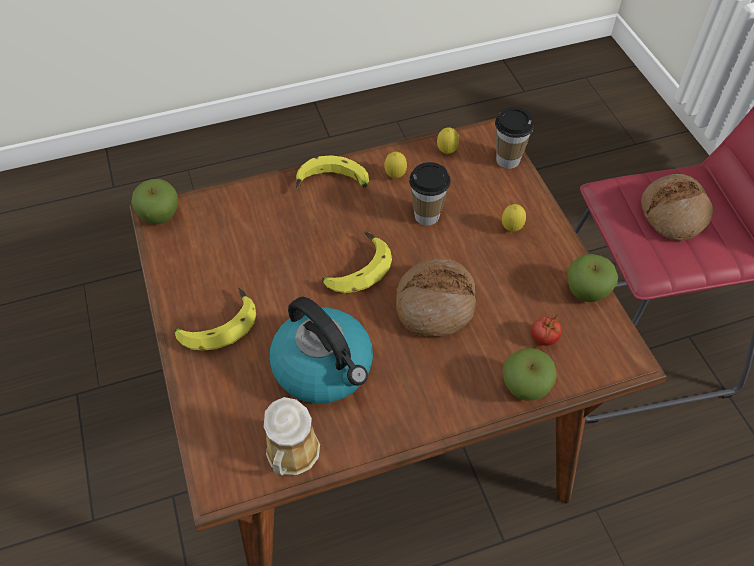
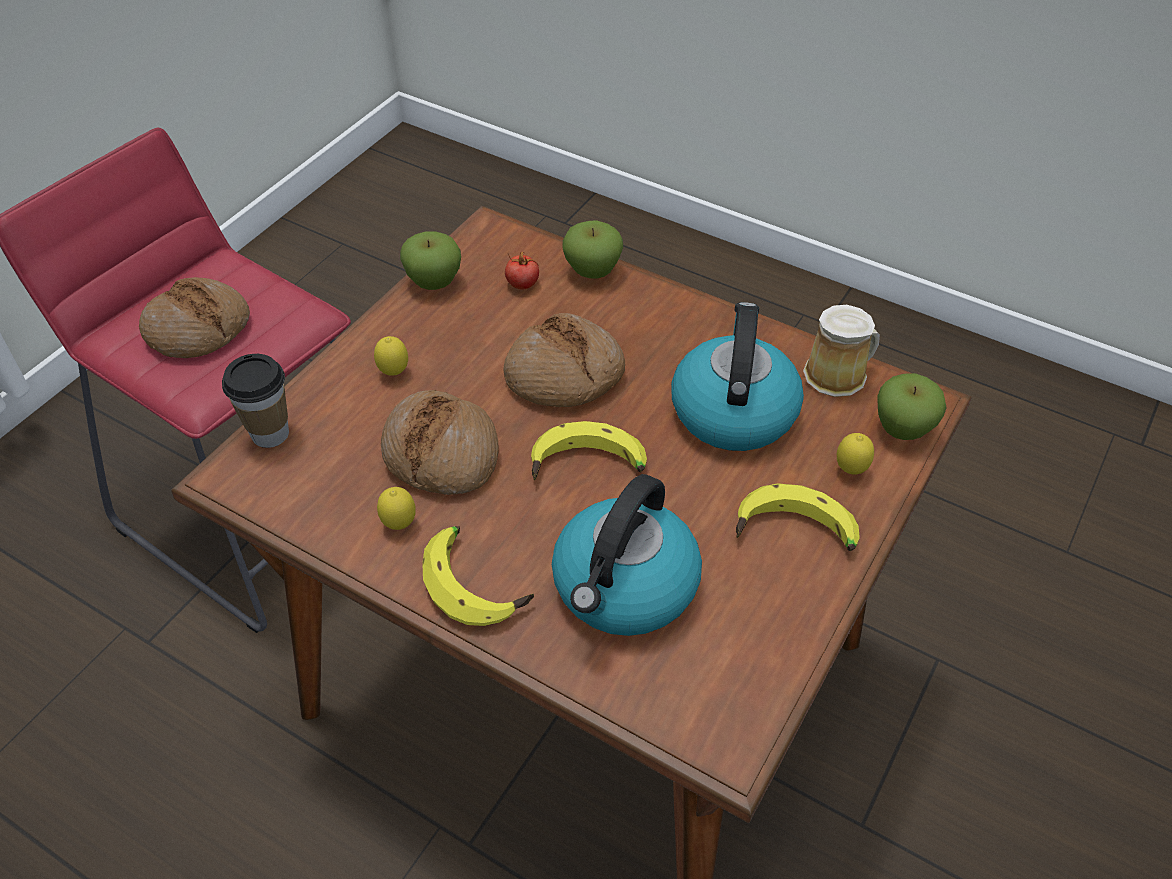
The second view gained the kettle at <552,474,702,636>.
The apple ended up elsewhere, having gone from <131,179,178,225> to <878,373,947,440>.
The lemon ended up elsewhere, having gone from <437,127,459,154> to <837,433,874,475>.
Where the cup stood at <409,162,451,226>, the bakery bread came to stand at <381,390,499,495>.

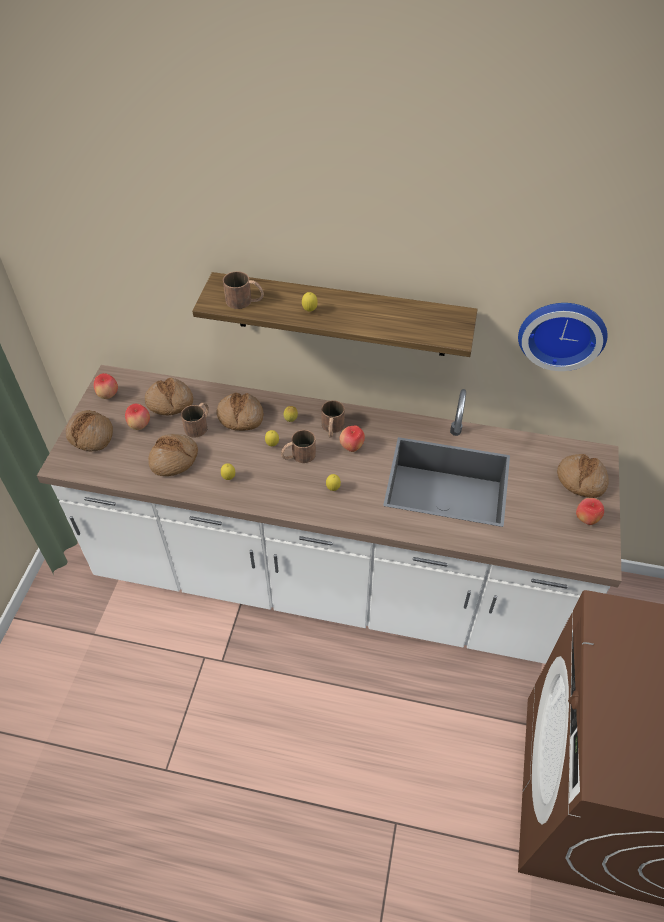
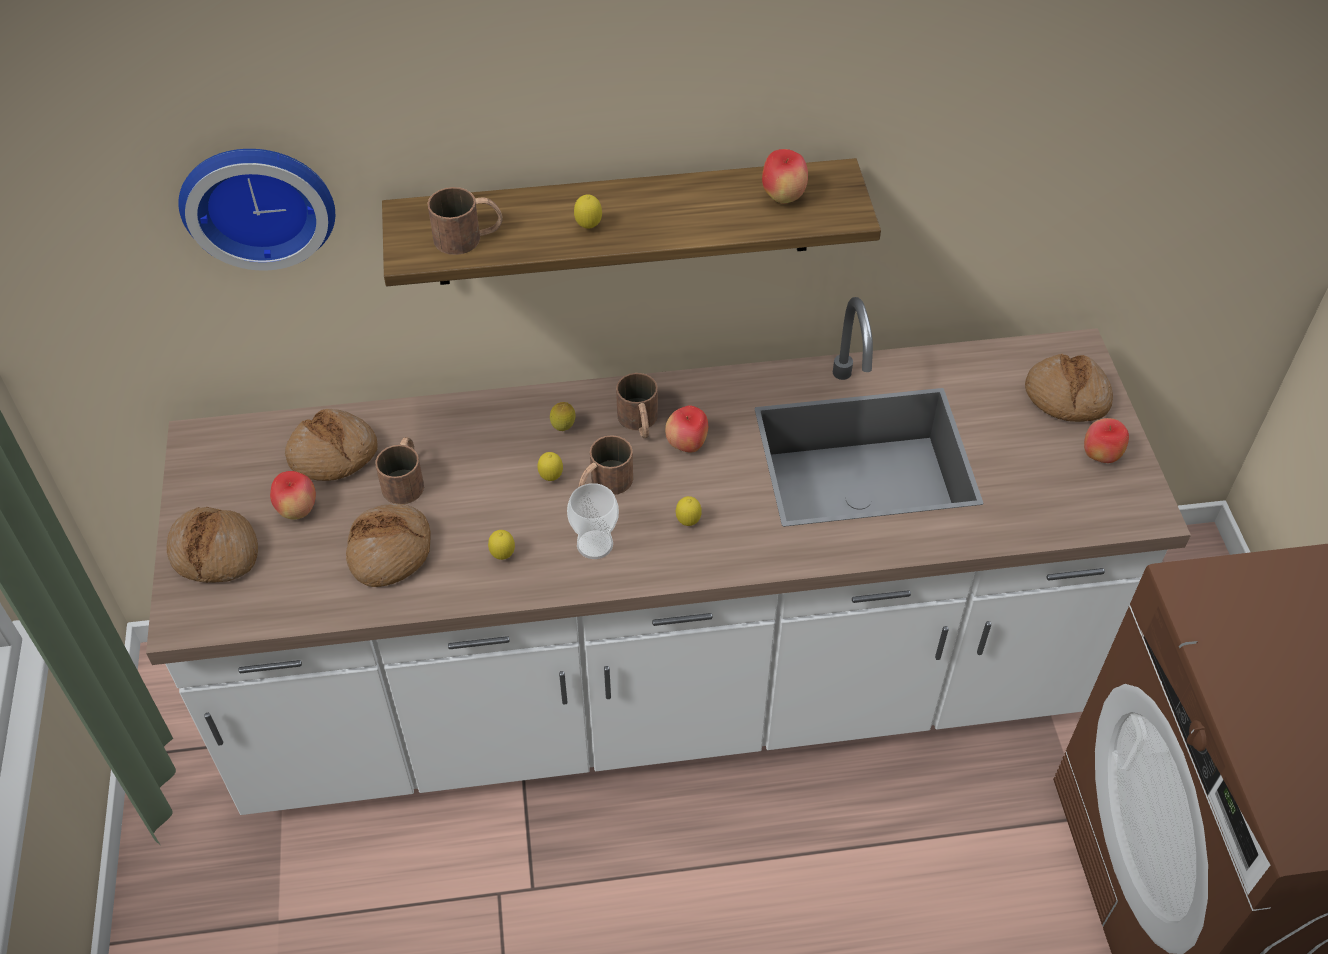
The second view lost the bakery bread at <217,392,264,431>.
The second view gained the cup at <567,483,619,559>.
The apple ended up elsewhere, having gone from <94,373,118,399> to <762,149,808,203>.
The clock on the wall ended up elsewhere, having gone from <518,303,608,371> to <178,149,335,270>.

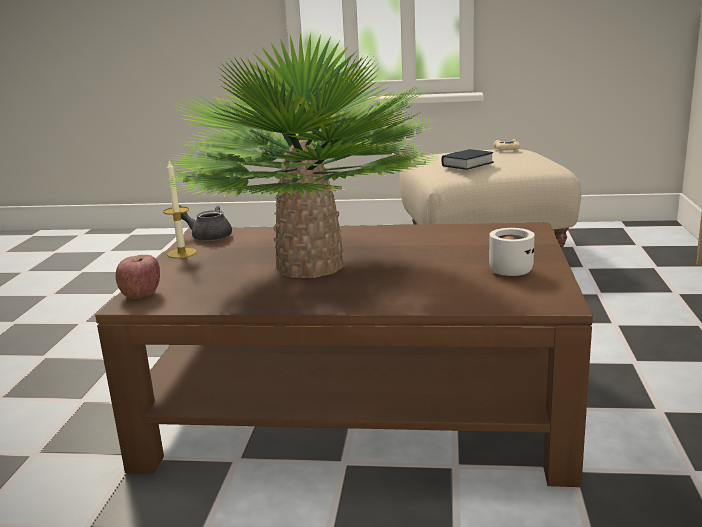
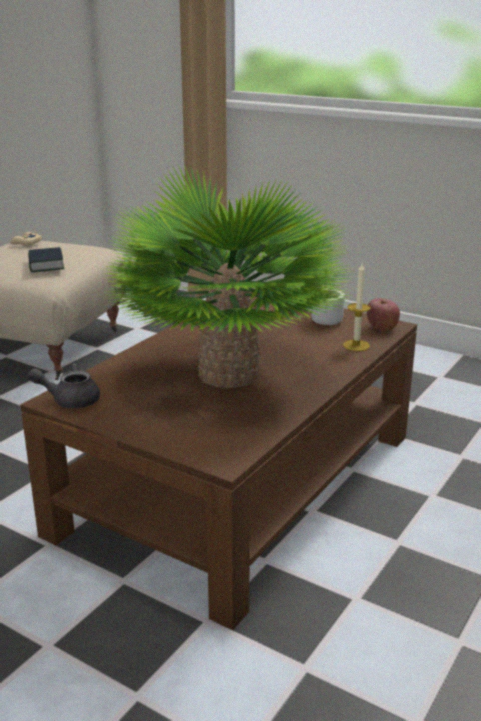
The apple ended up elsewhere, having gone from <116,255,160,299> to <367,298,400,331>.
The candle ended up elsewhere, having gone from <163,161,197,258> to <343,263,371,351>.
The gray teapot at <179,205,232,241> ended up facing another way, 45 degrees clockwise from before.

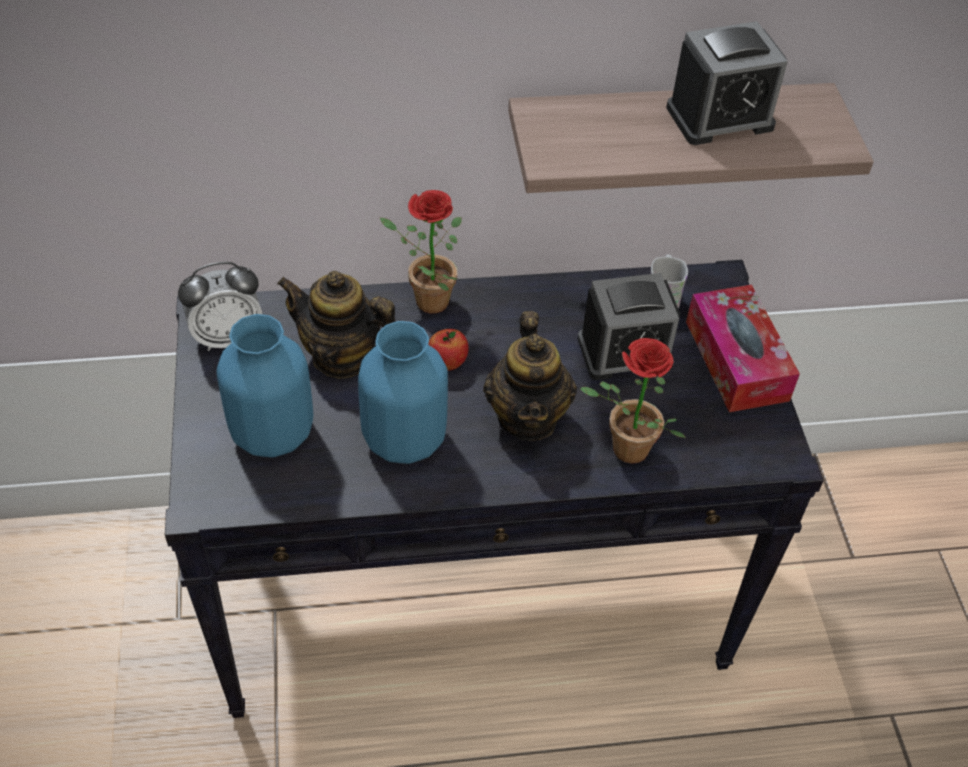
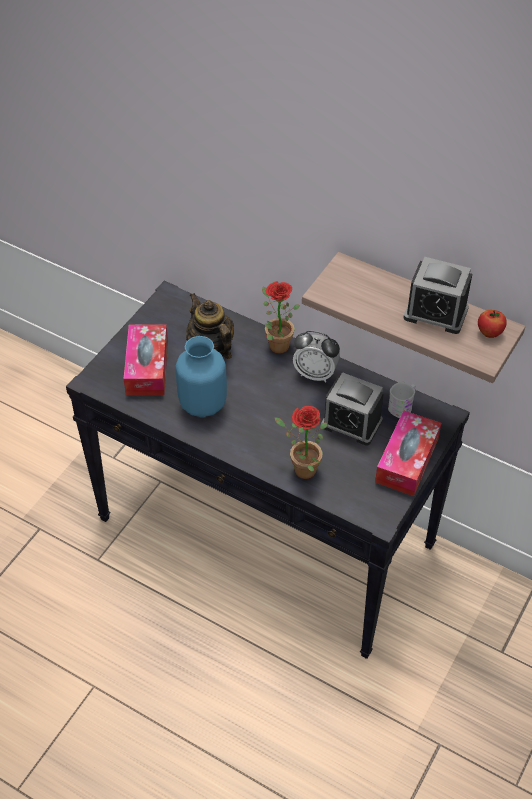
The second view lost the teapot at <483,311,577,441>.
The table clock ended up elsewhere, having gone from <178,262,262,351> to <293,331,340,383>.
The apple ended up elsewhere, having gone from <428,329,469,371> to <478,310,507,338>.
Where the bluish decorative vase stood at <216,314,313,457>, the tissue holder came to stand at <124,324,168,395>.

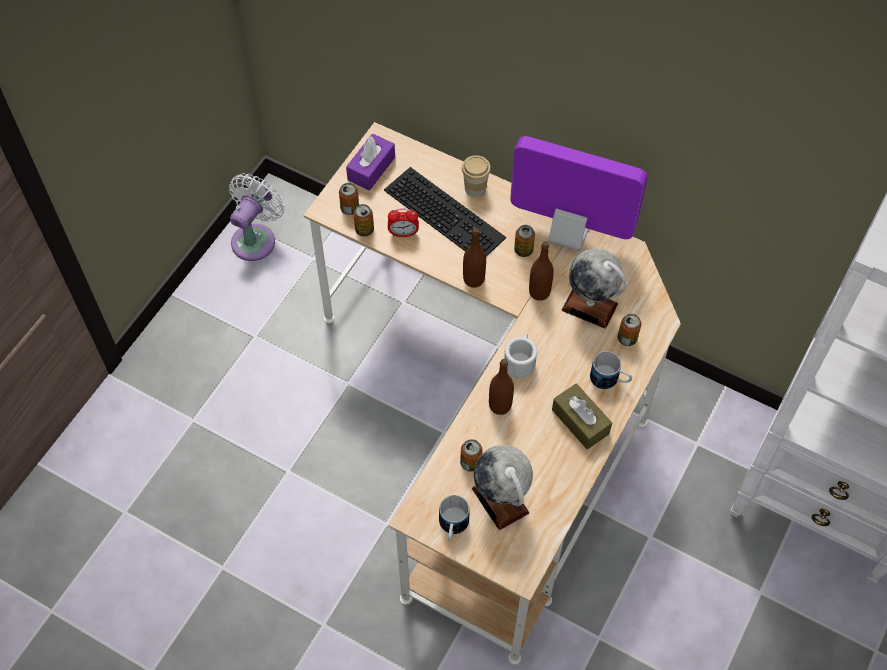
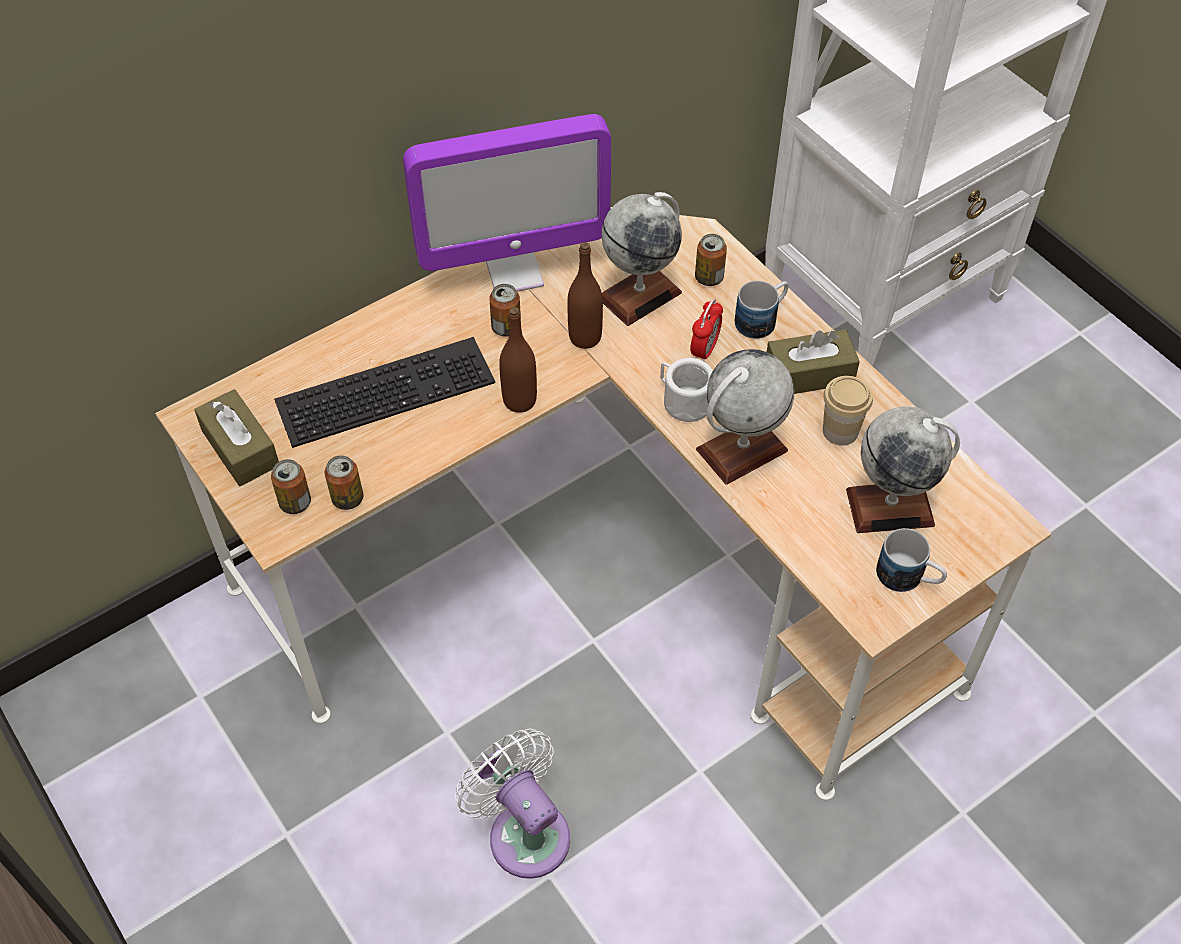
The second view lost the sealed can at <460,439,482,472>.
The white fan ended up elsewhere, having gone from <229,173,284,261> to <456,729,570,879>.
The table clock ended up elsewhere, having gone from <388,209,419,237> to <690,299,723,361>.
The cup ended up elsewhere, having gone from <462,155,491,197> to <823,376,873,446>.
Where the brownish bottle stood at <489,359,514,415>, the world globe came to stand at <696,349,794,485>.
What was the purple-coloured tissue holder at <346,134,395,191> turned into the brownish tissue holder at <194,389,279,486>.
The computer screen at <510,136,648,251> ended up facing another way, 150 degrees counterclockwise from before.

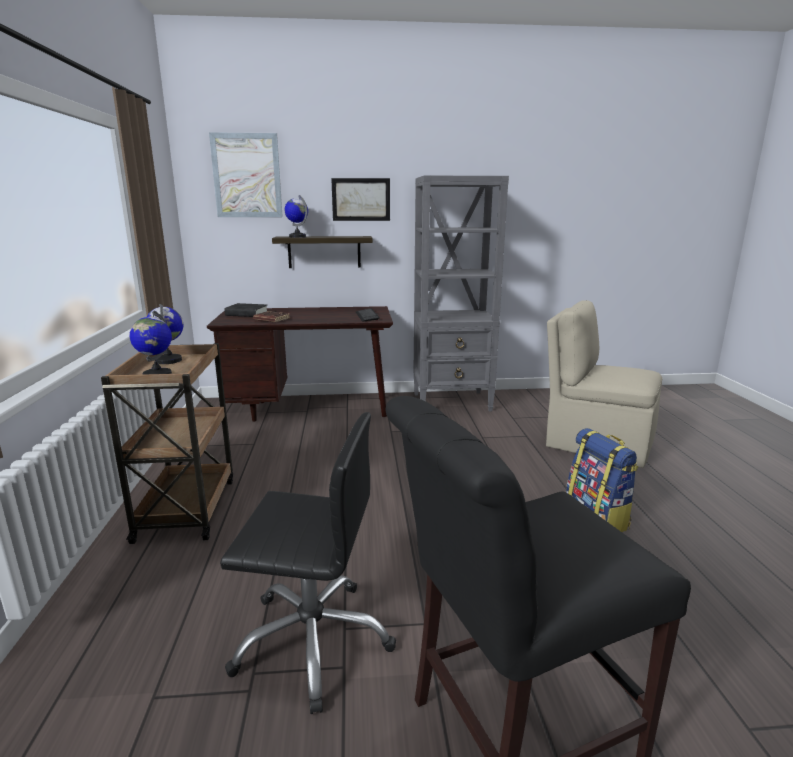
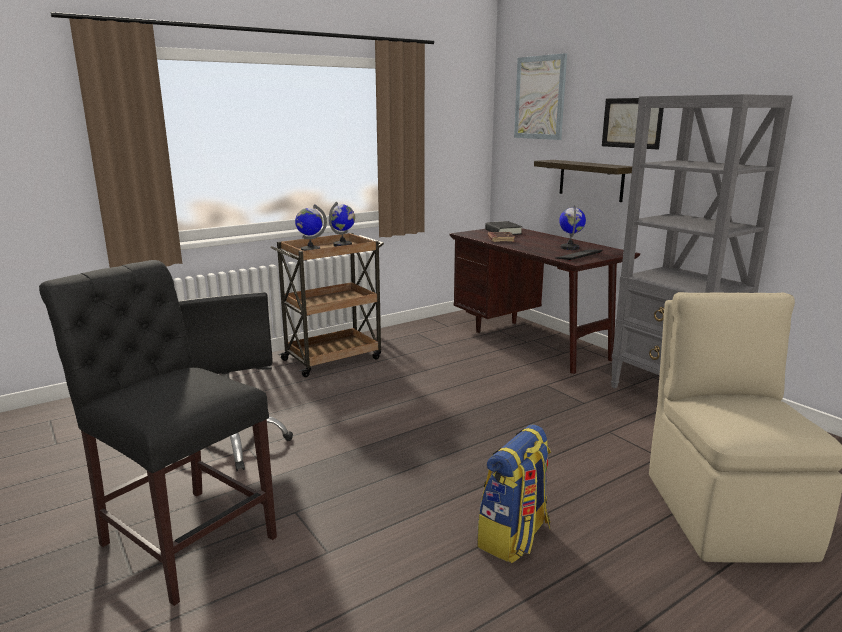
The world globe ended up elsewhere, having gone from <284,195,308,237> to <559,205,586,250>.

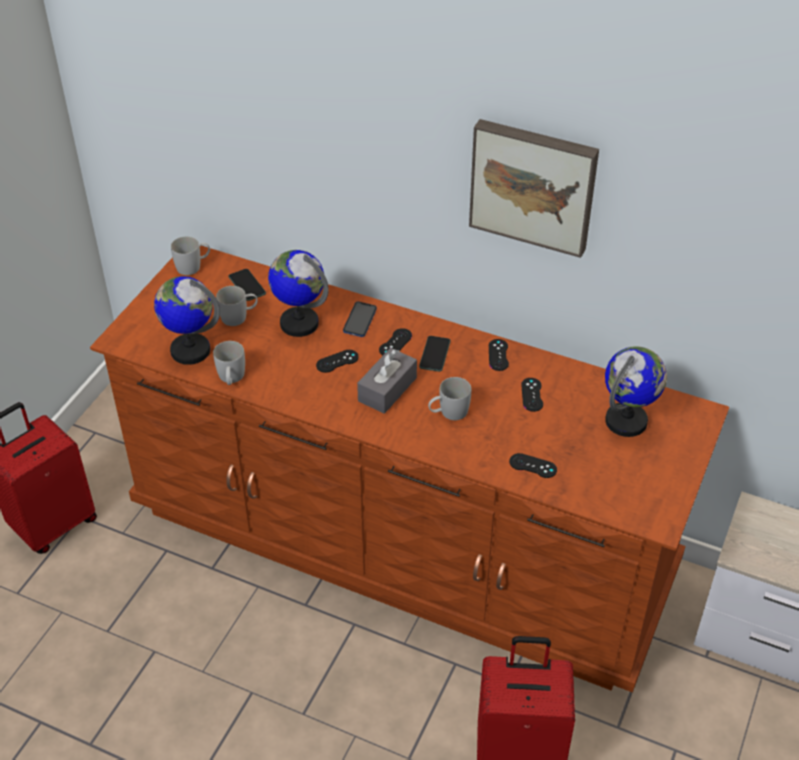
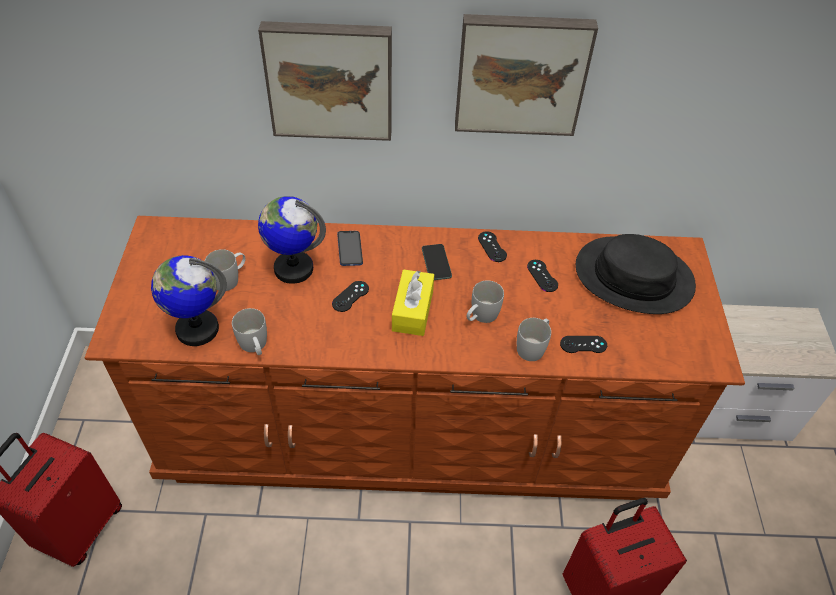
The second view lost the phone at <229,269,266,301>.
The second view lost the black game controller at <379,328,412,355>.
The second view gained the wall picture at <258,21,392,141>.
The white mug ended up elsewhere, having gone from <171,236,210,275> to <517,318,551,361>.
Where the world globe stood at <605,346,667,437>, the black hat came to stand at <576,234,696,314>.
What was the gray tissue holder at <357,348,417,414> turned into the yellow tissue holder at <392,269,434,336>.

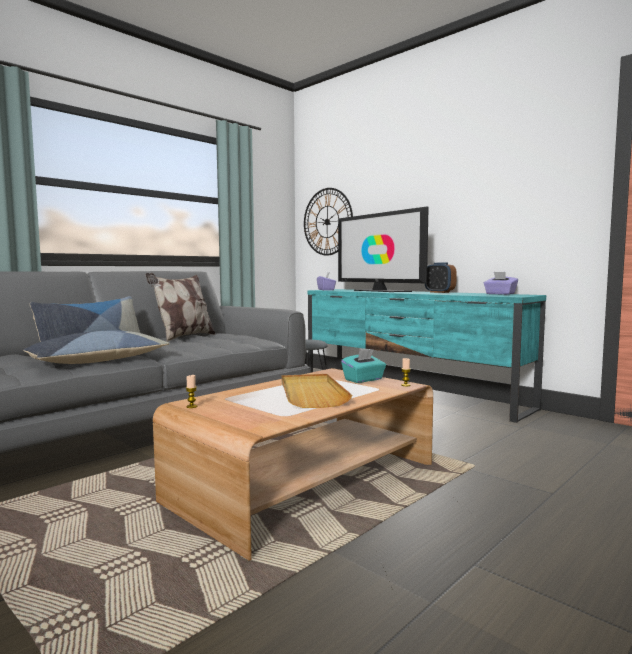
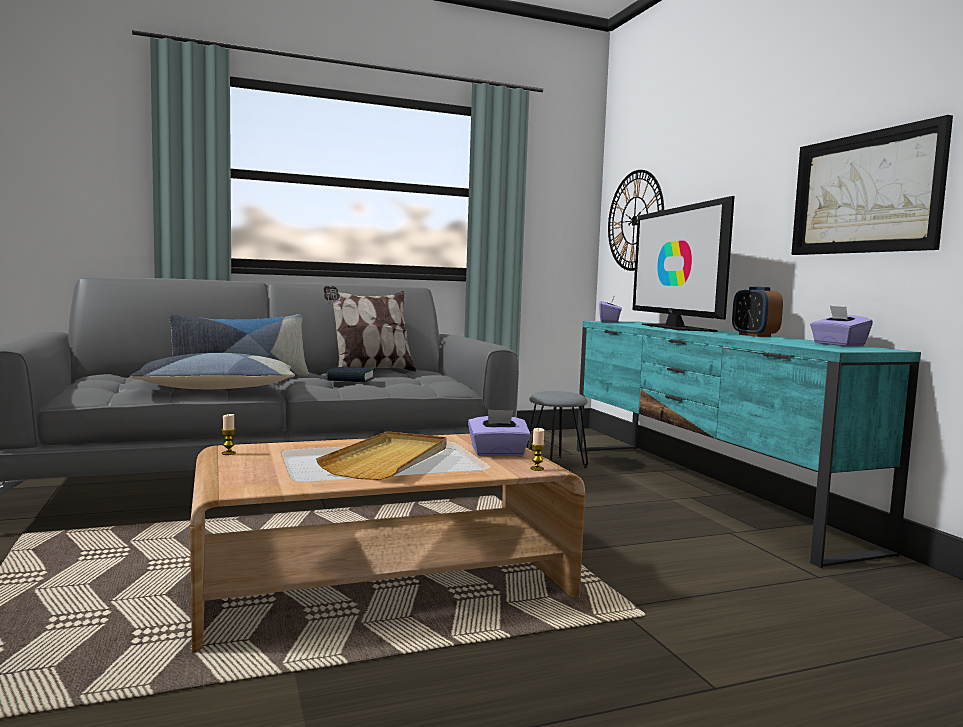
The second view gained the bound book at <327,367,374,382>.
The second view gained the wall picture at <791,115,953,255>.
What was the turquoise-coloured tissue holder at <341,349,386,383> turned into the purple-coloured tissue holder at <468,409,531,456>.

